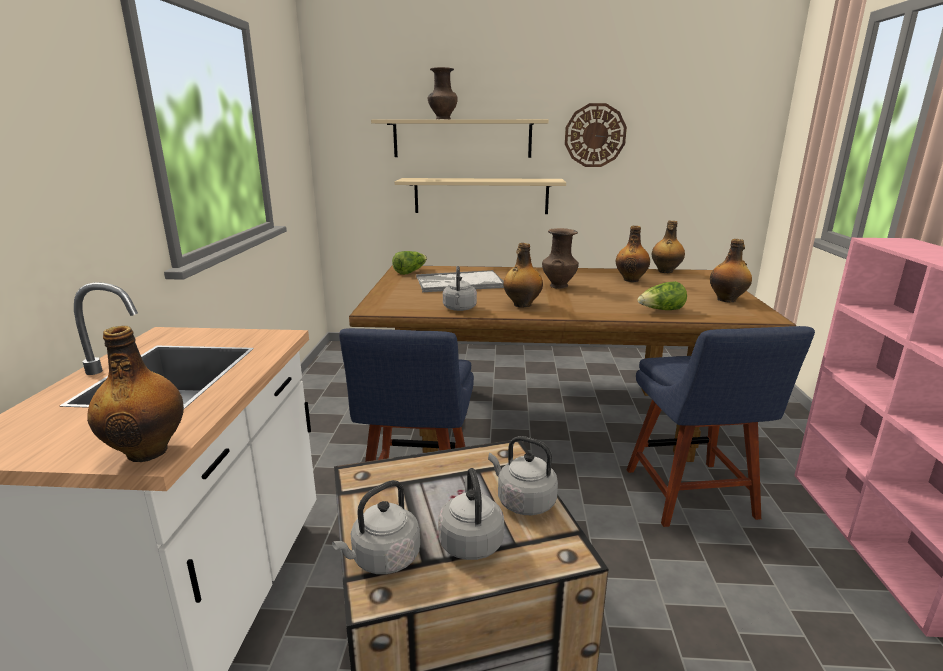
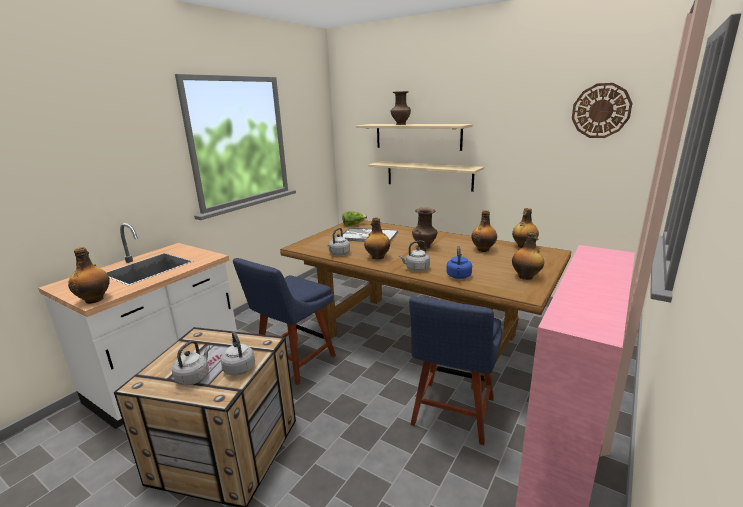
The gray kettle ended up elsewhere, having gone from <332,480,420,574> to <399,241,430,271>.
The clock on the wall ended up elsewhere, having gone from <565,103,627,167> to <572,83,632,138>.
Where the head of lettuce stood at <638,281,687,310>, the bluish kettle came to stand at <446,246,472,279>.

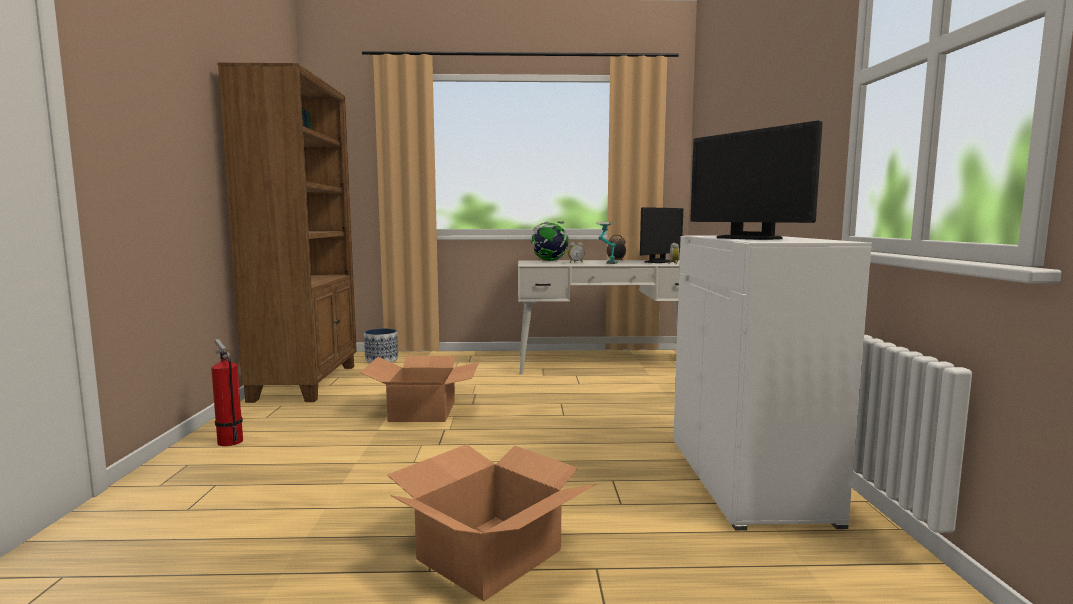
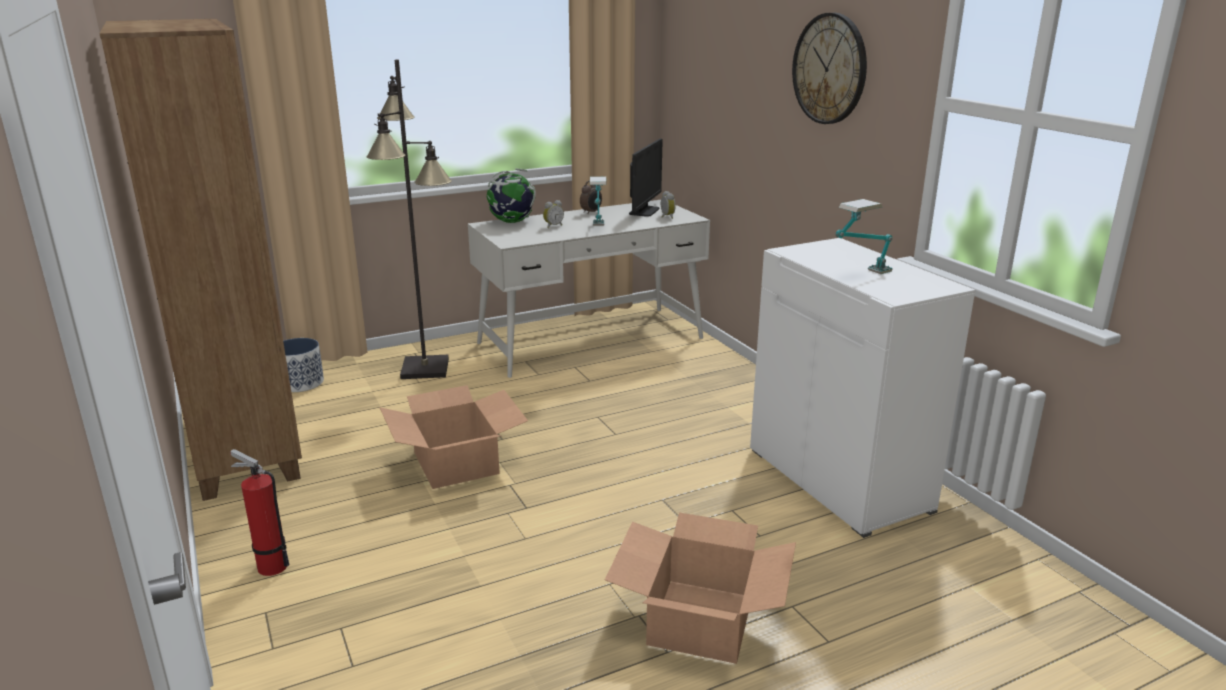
The second view gained the black standing lamp at <367,59,452,379>.
The second view gained the clock on the wall at <792,13,867,124>.
Where the computer screen stood at <690,121,822,240>, the table lamp came to stand at <836,199,893,274>.

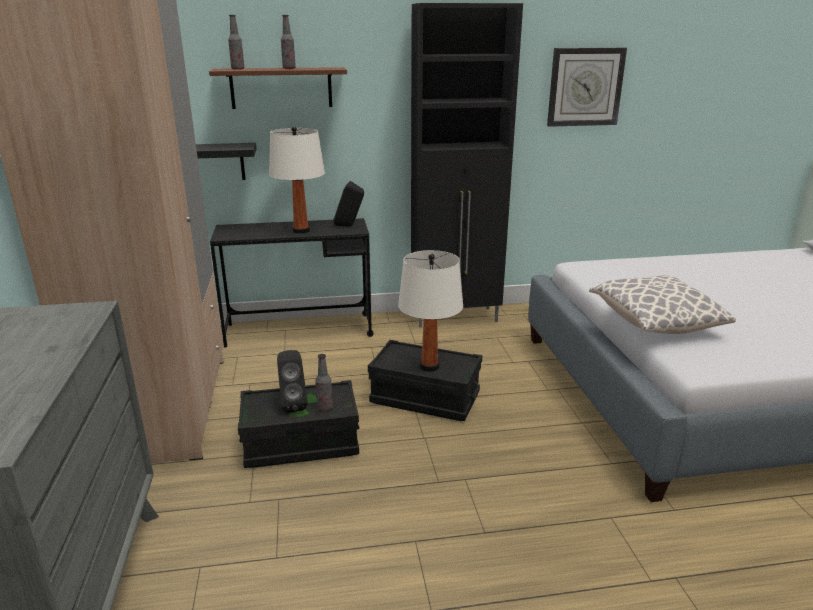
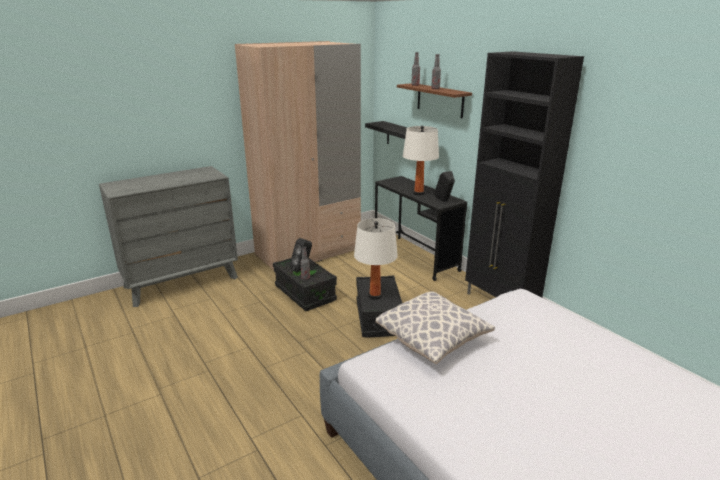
The second view lost the clock on the wall at <547,48,627,127>.

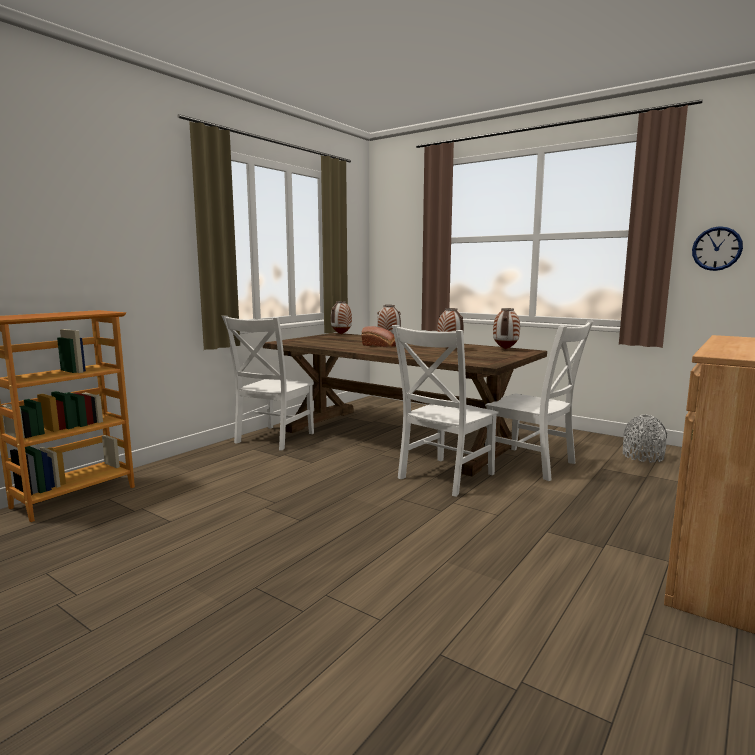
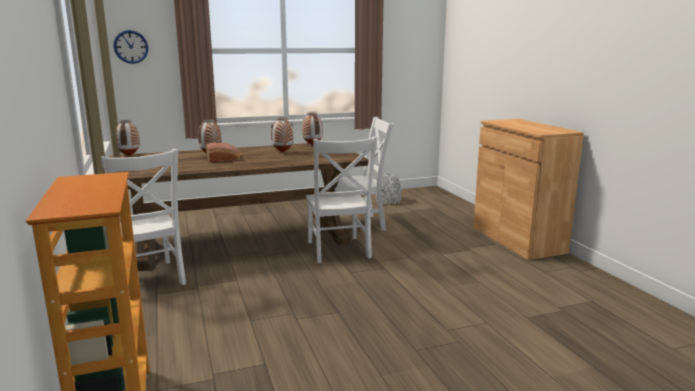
The clock on the wall ended up elsewhere, having gone from <692,226,743,271> to <114,30,148,64>.

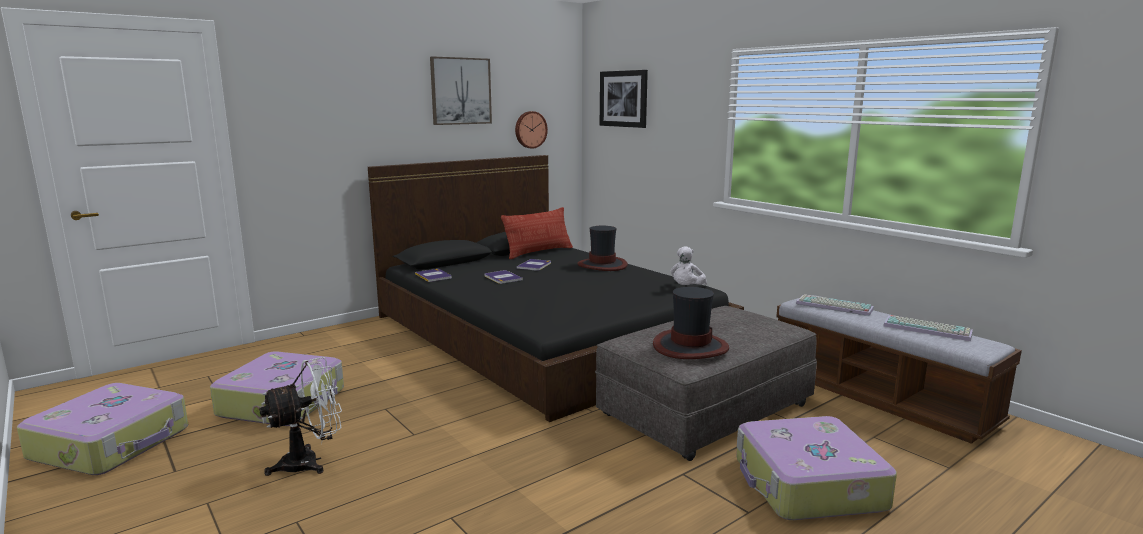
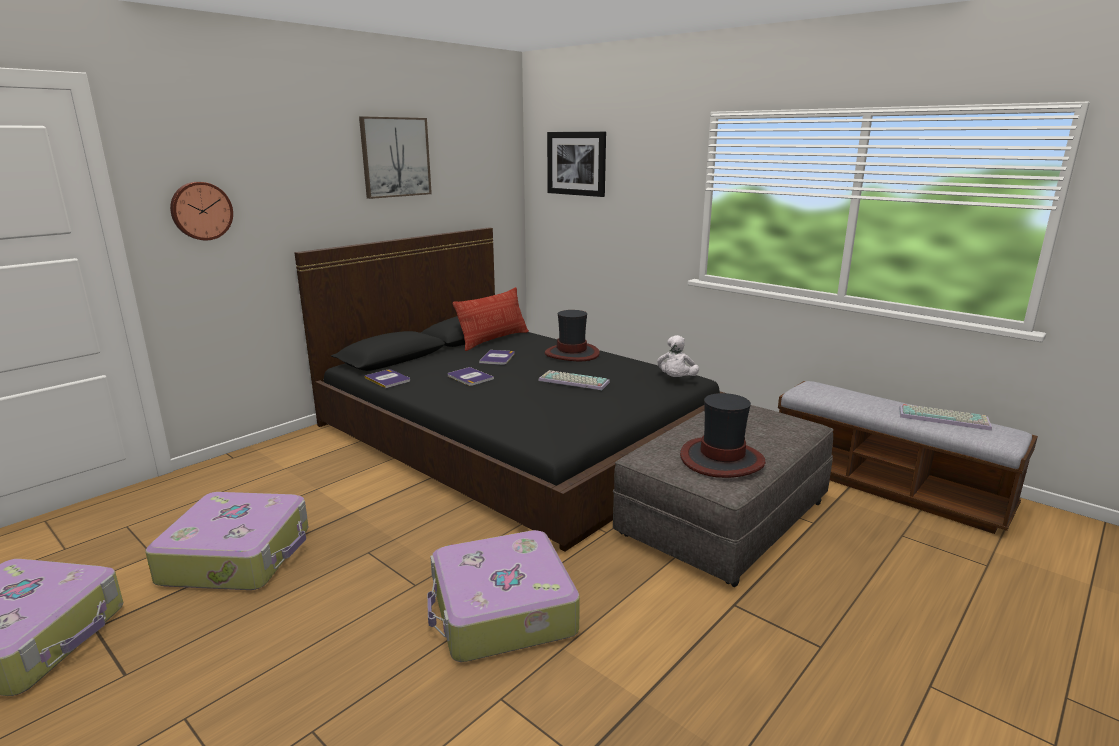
The second view lost the white fan at <259,357,342,476>.
The clock on the wall ended up elsewhere, having gone from <515,111,548,149> to <170,182,233,240>.
The travel case ended up elsewhere, having gone from <736,416,897,520> to <427,530,580,662>.
The PC keyboard ended up elsewhere, having gone from <796,294,874,316> to <538,370,610,390>.

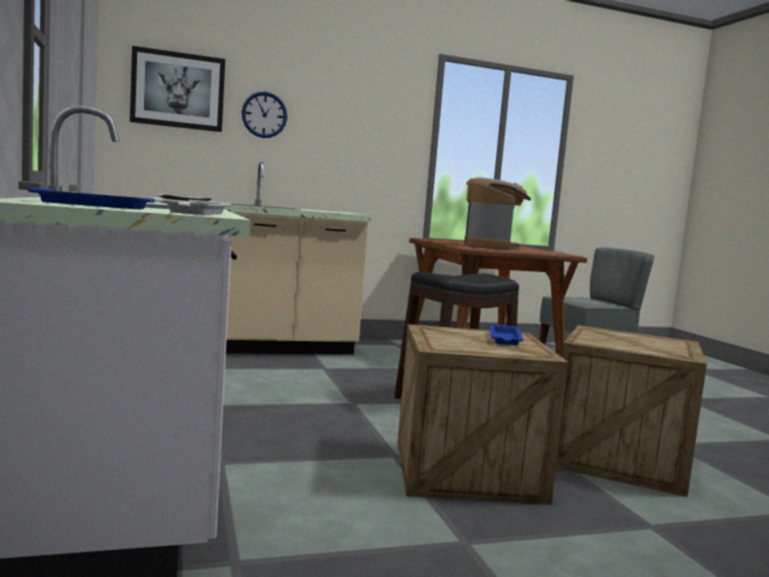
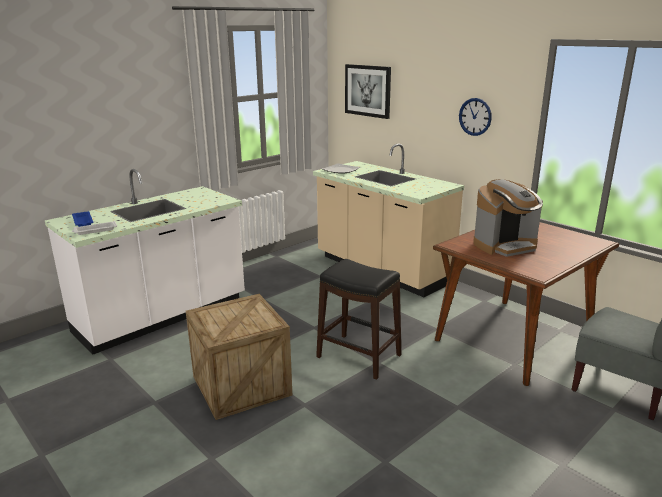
The second view lost the bluish serving tray at <490,324,524,346>.
The second view lost the shipping crate at <556,325,707,497>.
The clock on the wall ended up elsewhere, having gone from <242,92,287,138> to <459,98,492,136>.

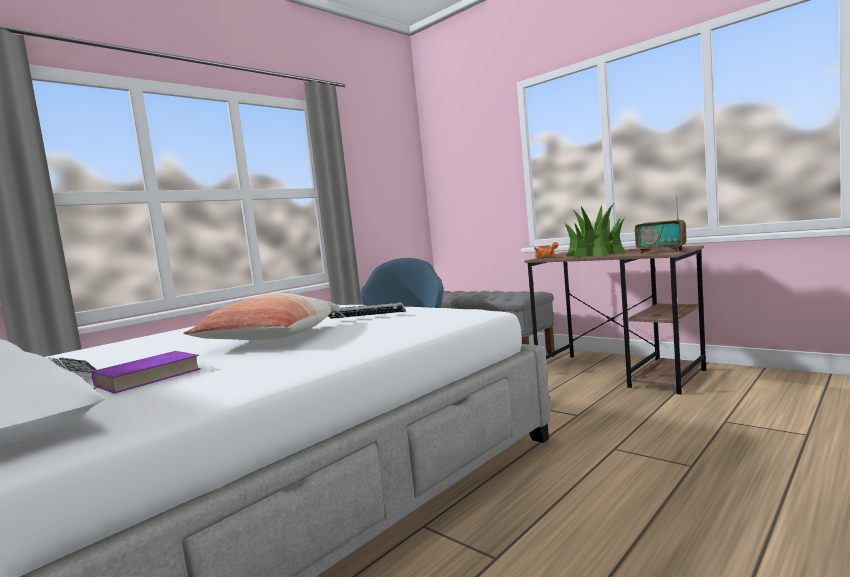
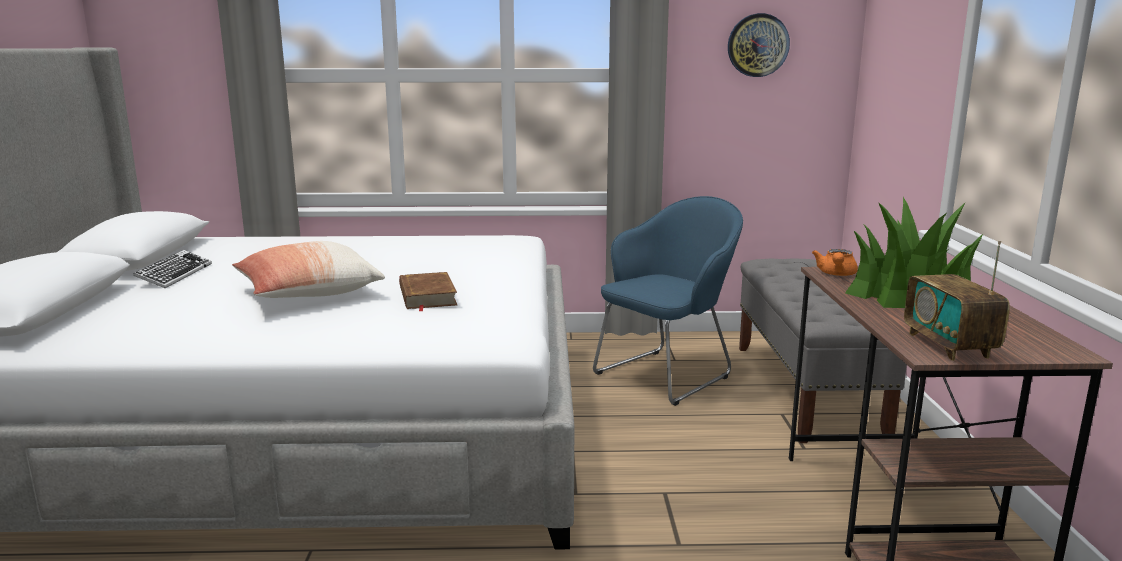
The second view lost the purple-coloured bound book at <91,351,201,394>.
The second view gained the clock on the wall at <728,13,790,77>.
Where the PC keyboard stood at <328,302,406,319>, the brownish bound book came to stand at <399,272,457,311>.

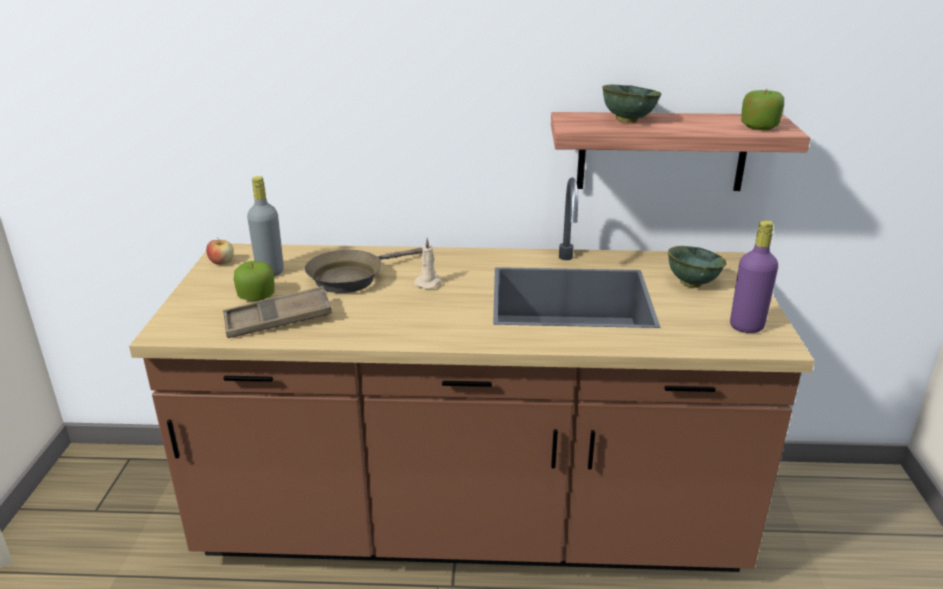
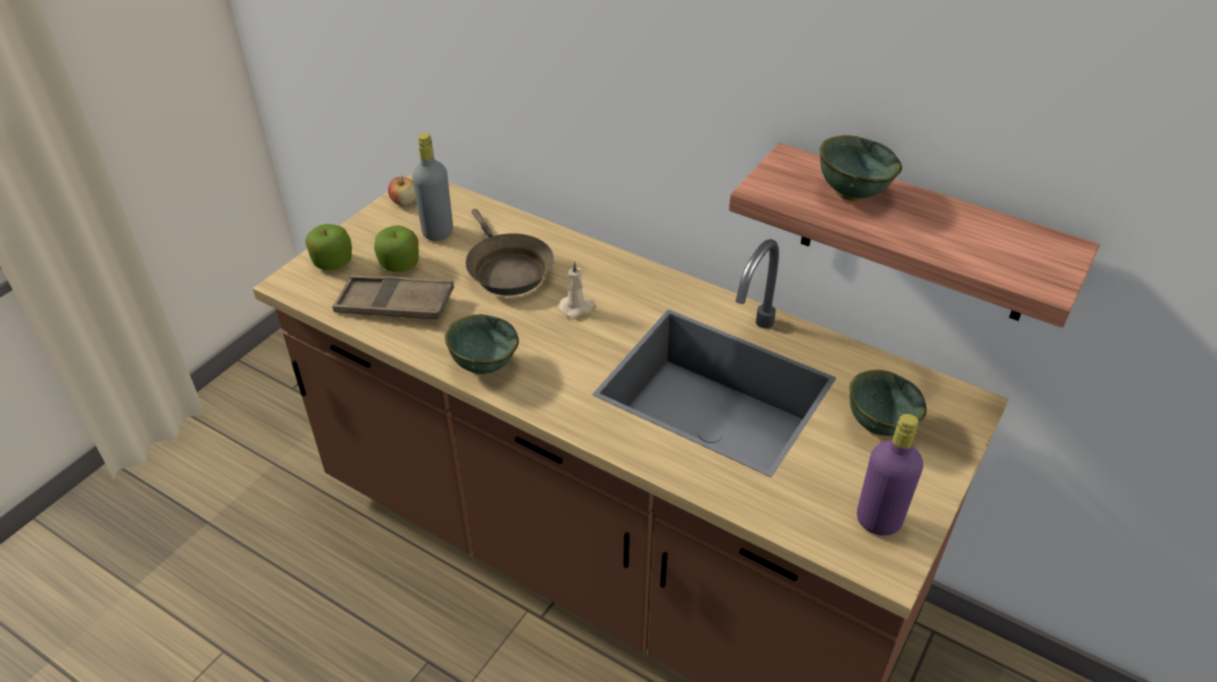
The second view gained the green bowl at <445,314,519,374>.
The apple ended up elsewhere, having gone from <741,89,784,130> to <305,224,352,270>.
The brownish pan at <305,248,423,293> ended up facing another way, 105 degrees counterclockwise from before.

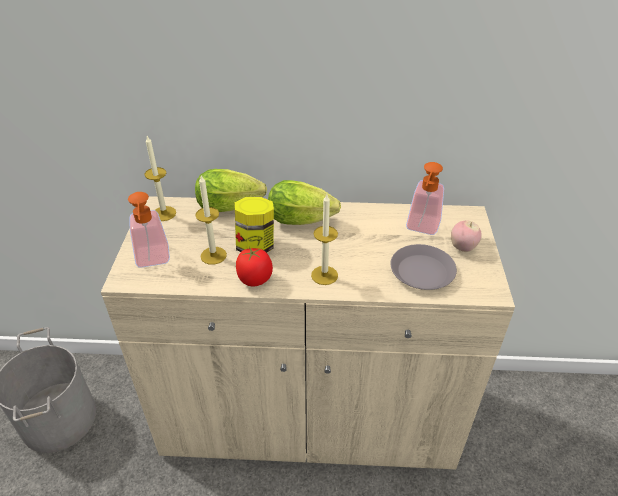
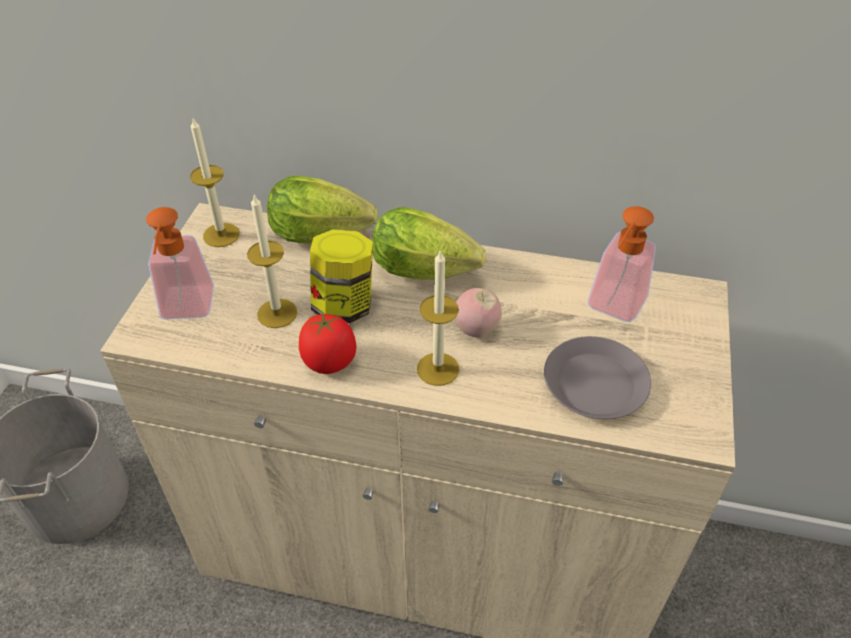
The apple ended up elsewhere, having gone from <451,221,482,252> to <455,288,502,338>.

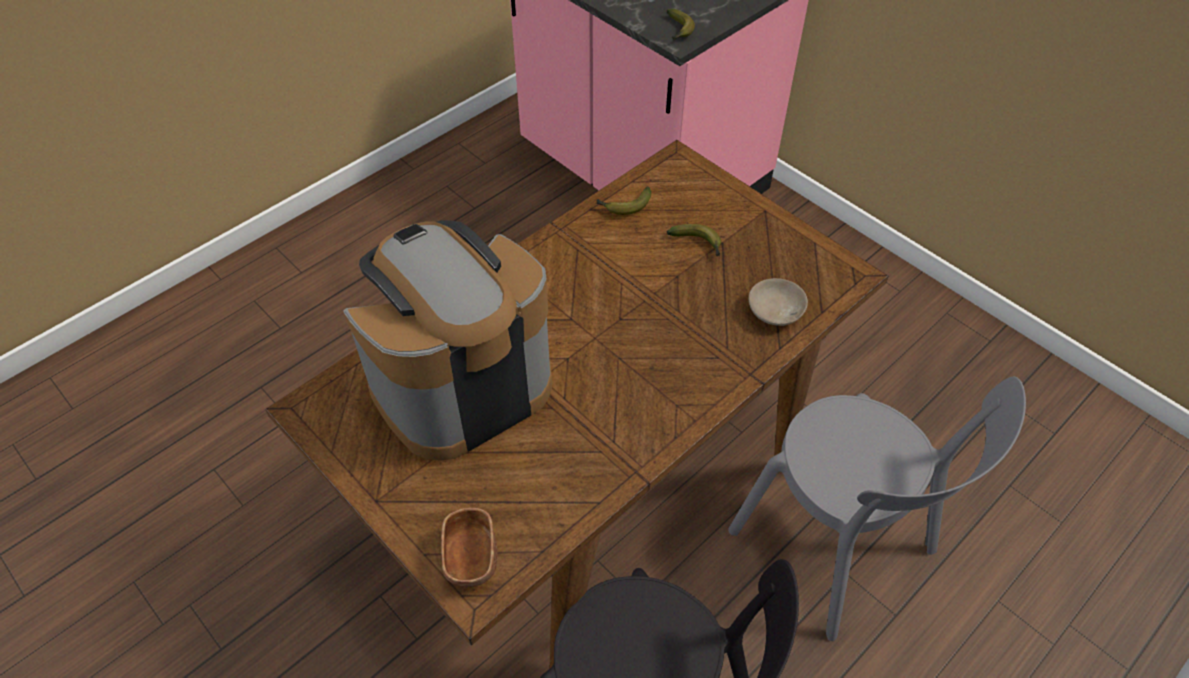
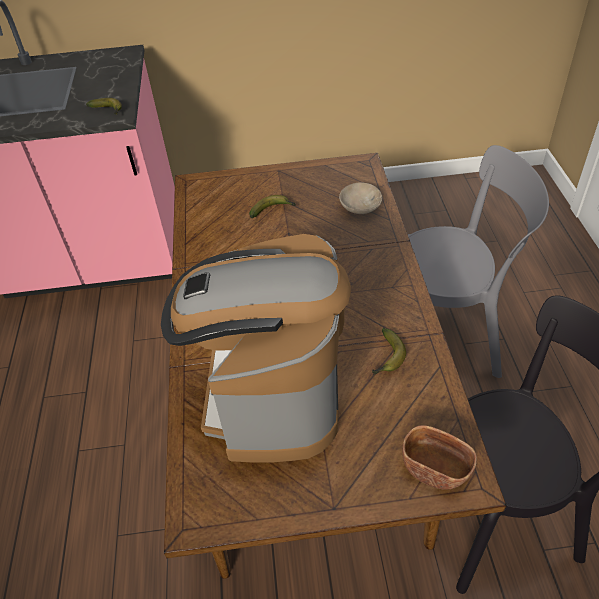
The whole banana ended up elsewhere, having gone from <596,186,651,215> to <372,328,406,375>.

